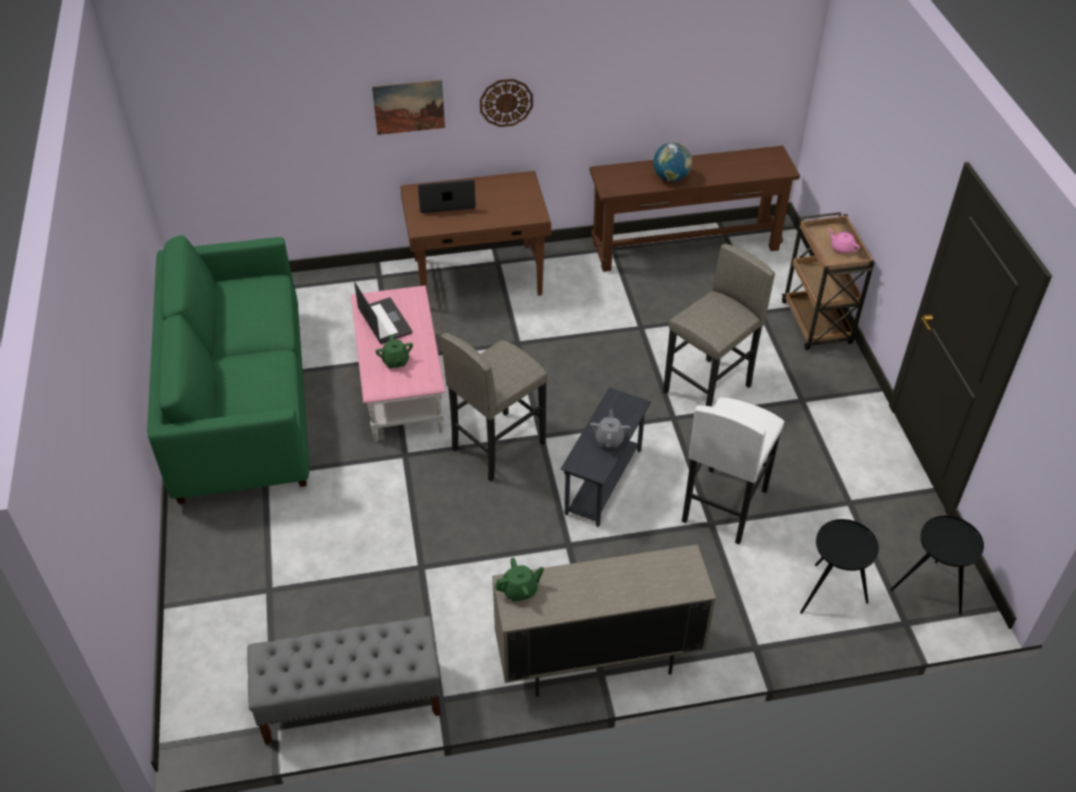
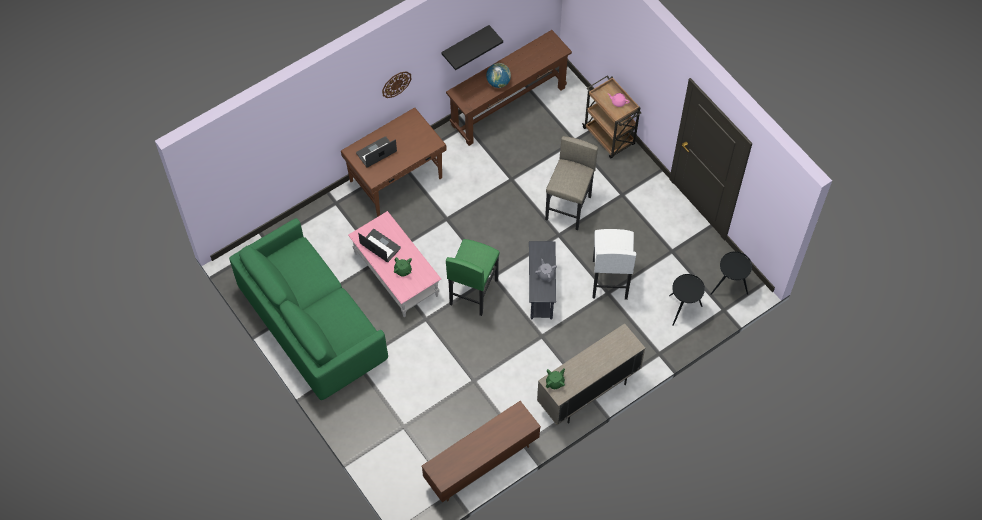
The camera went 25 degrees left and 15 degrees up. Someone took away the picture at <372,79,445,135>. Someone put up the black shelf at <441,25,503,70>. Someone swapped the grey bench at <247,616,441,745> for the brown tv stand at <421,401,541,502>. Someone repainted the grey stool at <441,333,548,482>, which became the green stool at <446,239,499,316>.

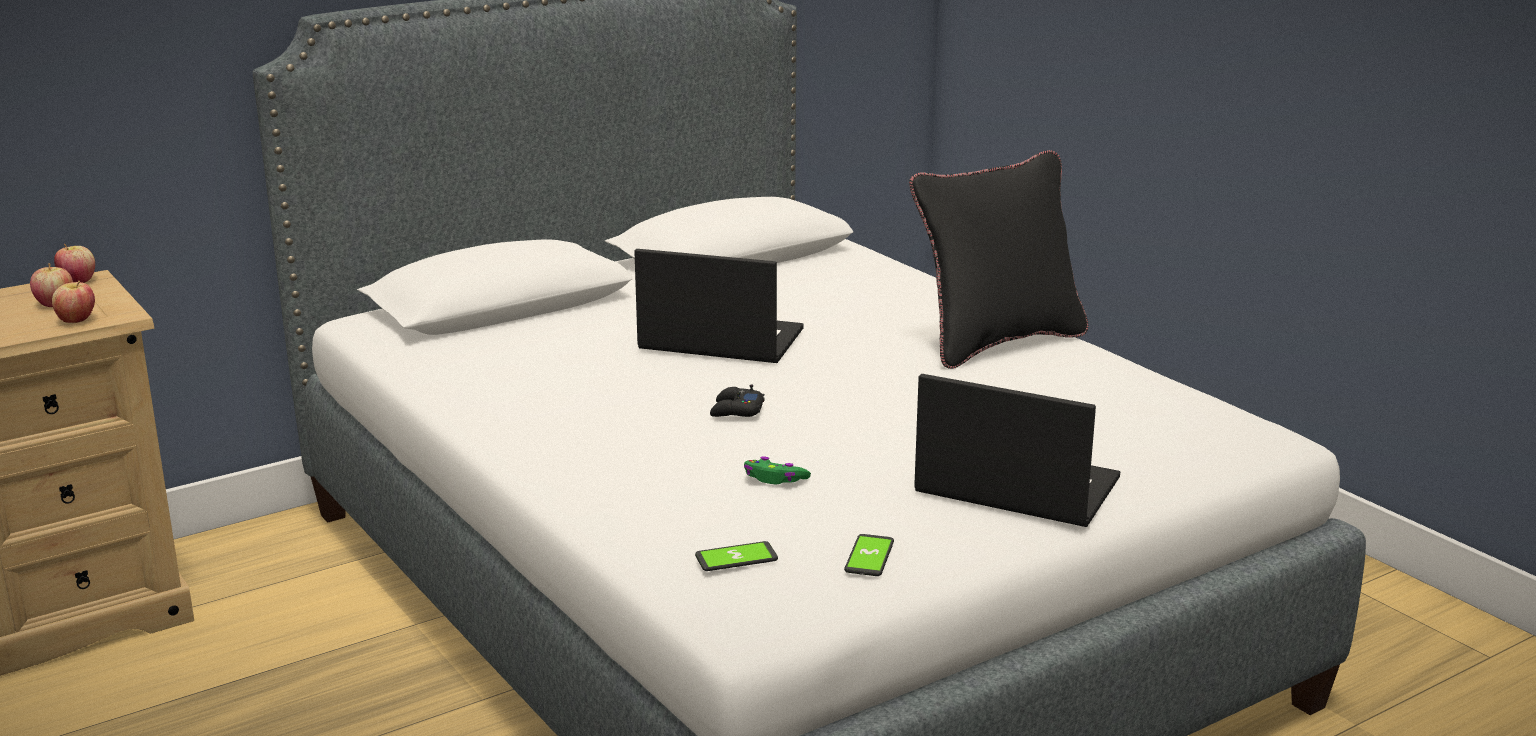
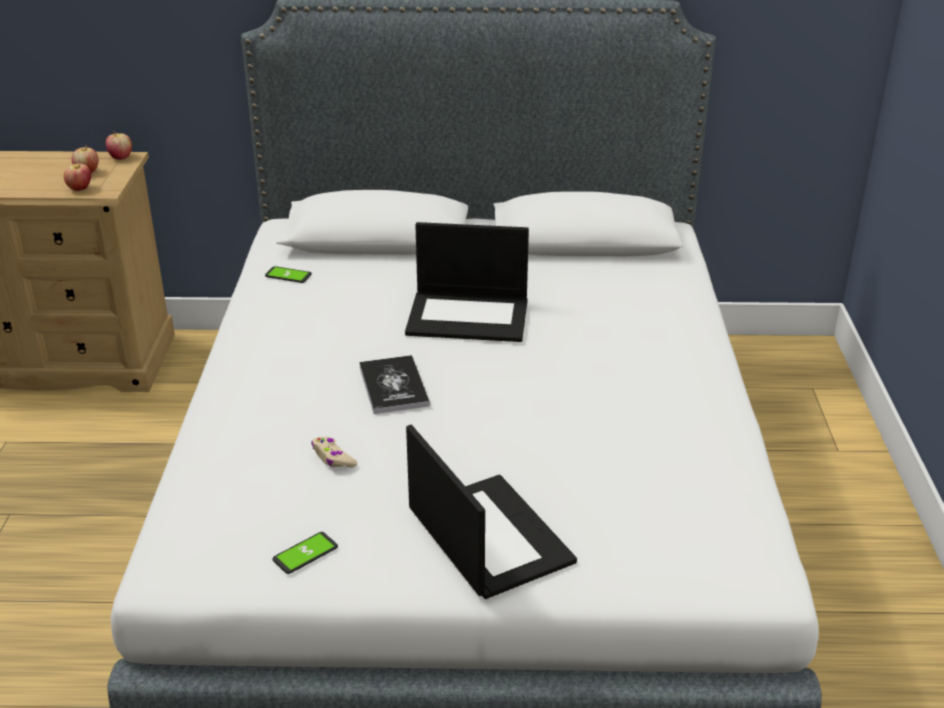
The camera went 35 degrees right and 10 degrees up. Someone took away the black pillow at <909,150,1089,369>. Someone carried the phone from <695,541,778,571> to <265,266,312,283>. Someone swapped the black game controller at <710,384,765,417> for the book at <359,355,430,414>. Someone repainted the green game controller at <744,456,811,485>, which became the beige game controller at <311,437,357,468>. Someone rotated the laptop at <634,249,804,363> by 135 degrees clockwise.

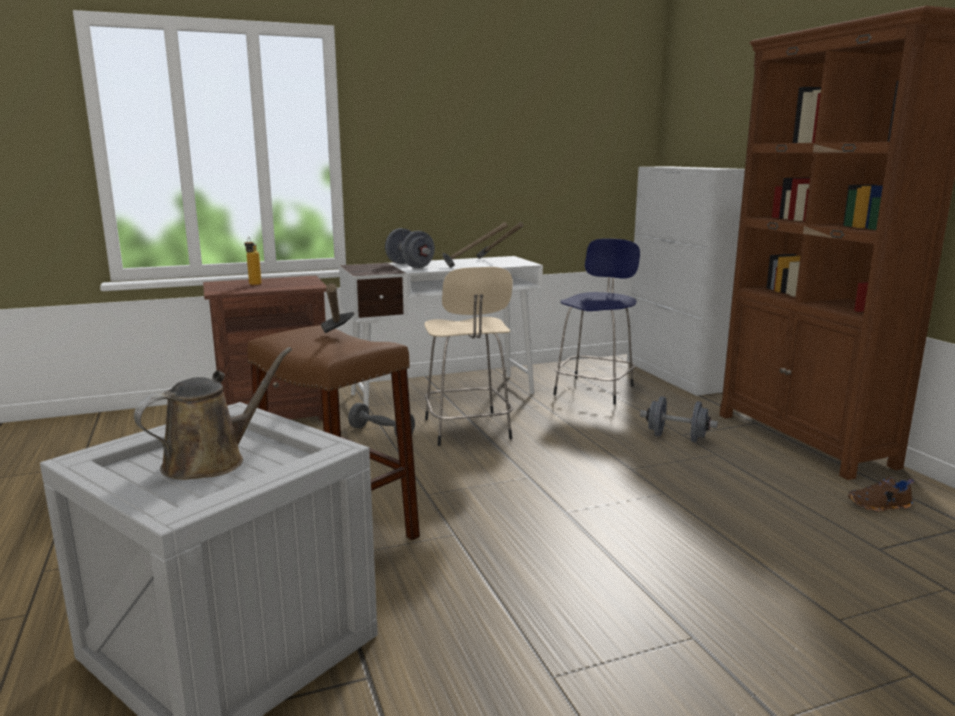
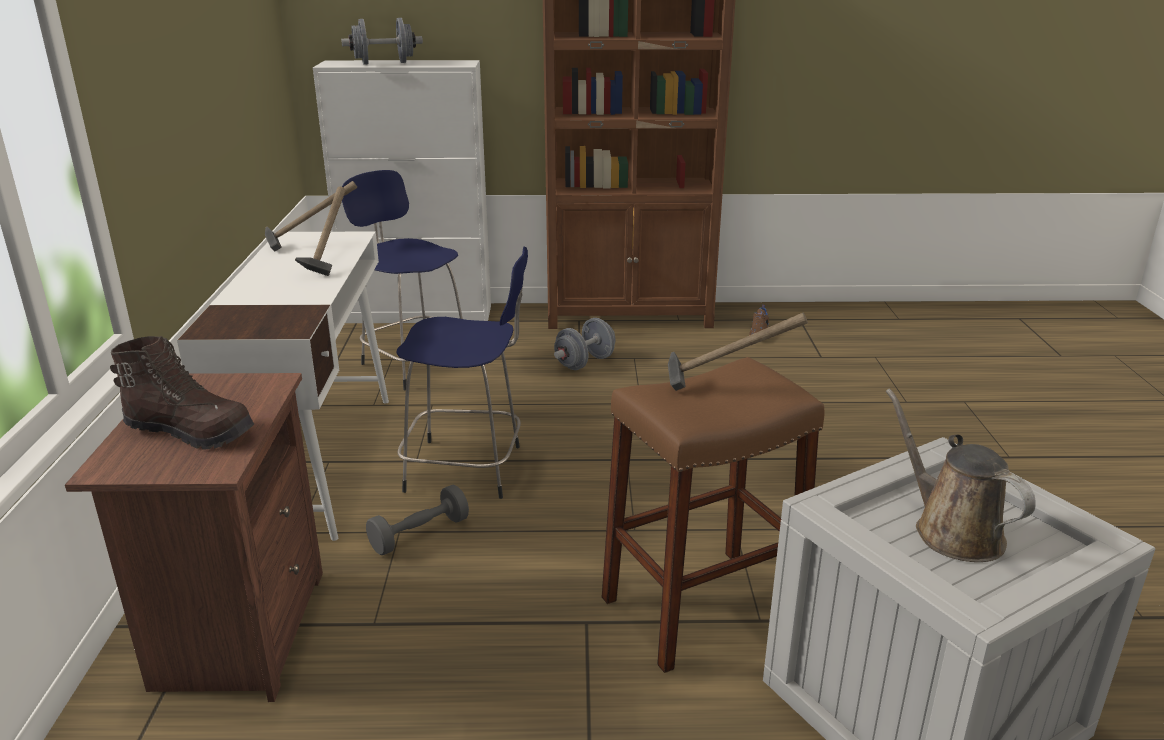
The camera went 70 degrees left and 10 degrees up. Someone carried the grey dumbbell from <385,228,435,268> to <341,18,423,65>. Someone swapped the bottle at <244,237,262,285> for the brown boot at <110,336,254,450>. Someone repainted the beige stool at <424,267,513,446>, which became the blue stool at <396,246,528,499>.

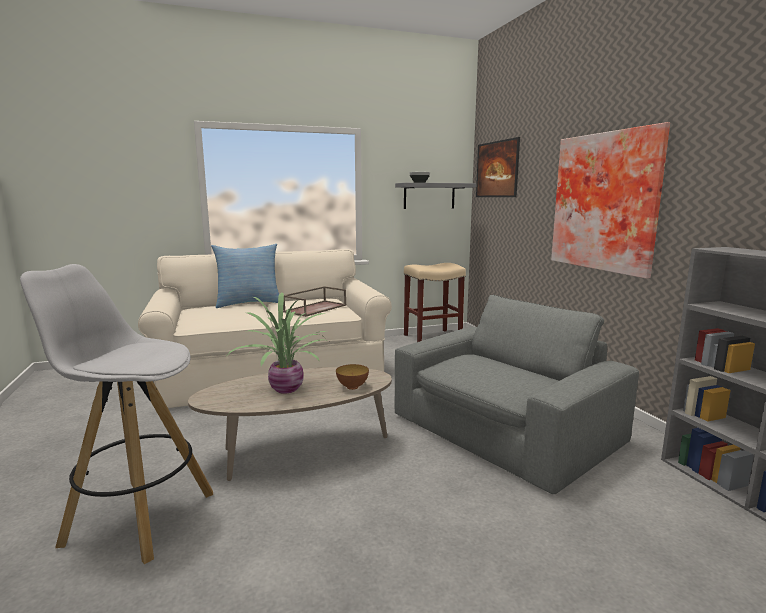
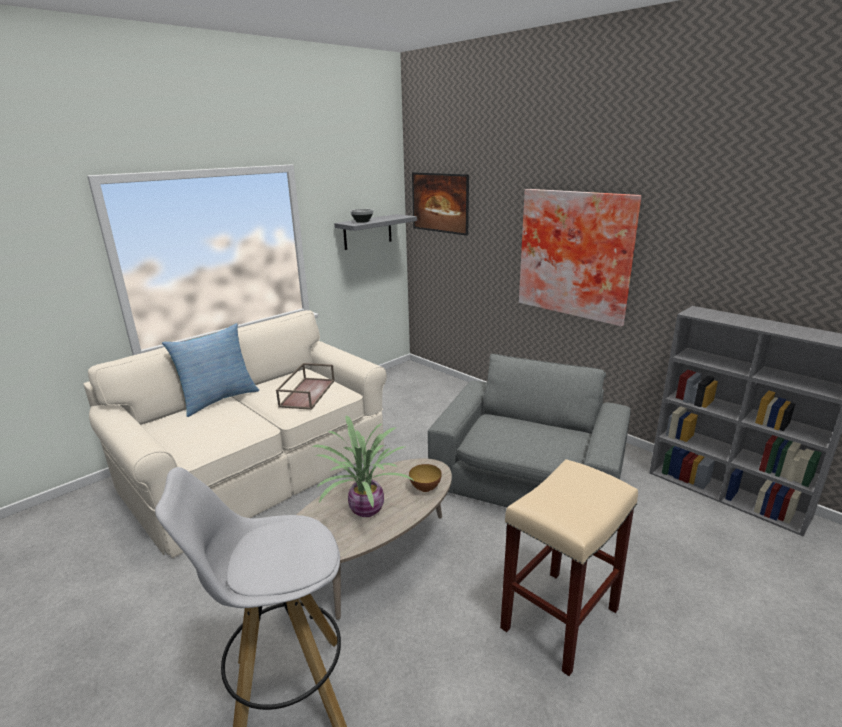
The camera went 25 degrees left and 10 degrees up. Someone carried the beige stool from <404,263,466,342> to <500,459,638,676>.

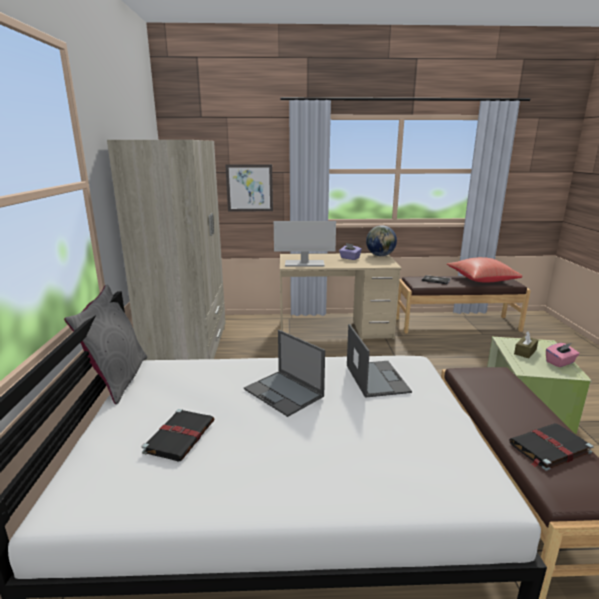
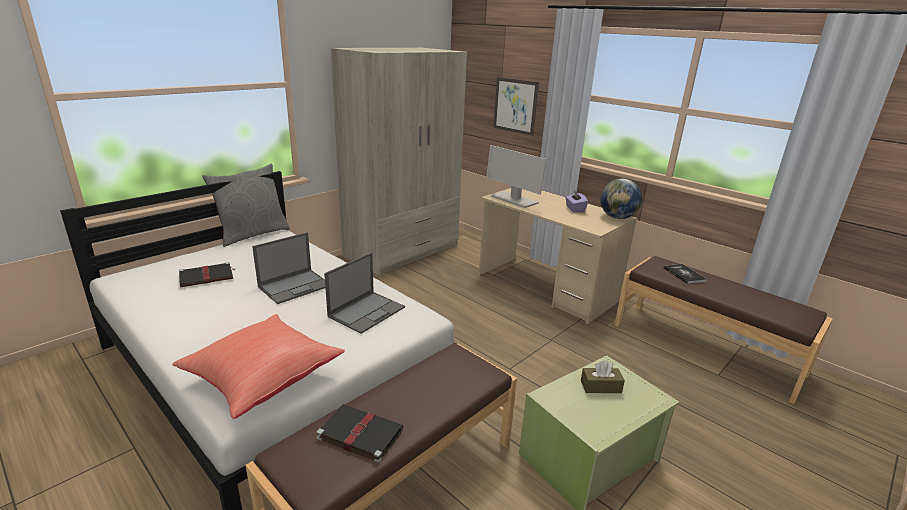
The camera went 45 degrees right and 5 degrees up. Someone took away the pink tissue box at <546,343,580,367>. Someone carried the red pillow from <447,257,523,283> to <172,314,345,419>. Someone rotated the laptop at <244,330,325,417> by 135 degrees counterclockwise.

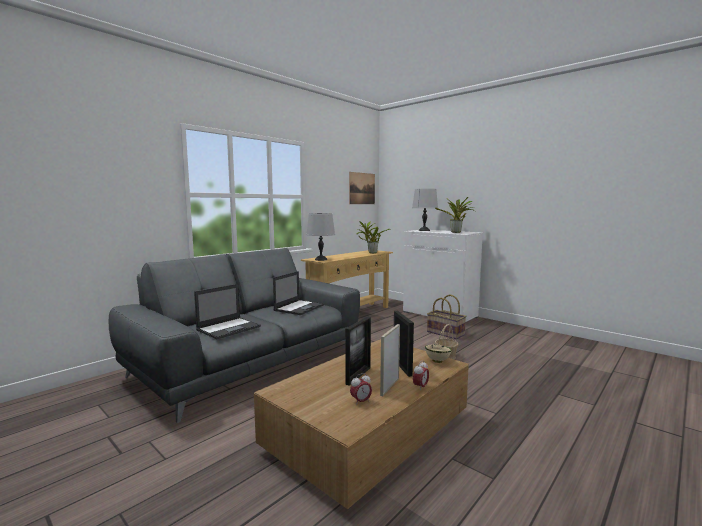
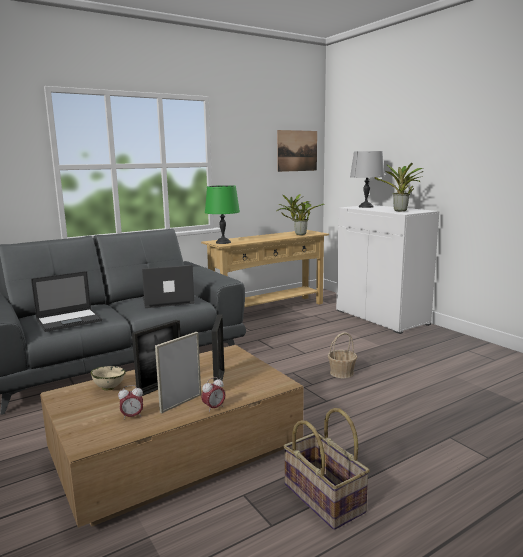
The camera went 15 degrees right and 5 degrees up. Someone carried the beige bowl from <425,344,452,363> to <91,366,126,391>. Someone carried the basket from <427,294,466,339> to <283,408,370,530>. Someone repainted the grey table lamp at <306,213,335,261>, which became the green table lamp at <205,185,240,244>. Someone rotated the laptop at <273,271,324,315> by 150 degrees counterclockwise.

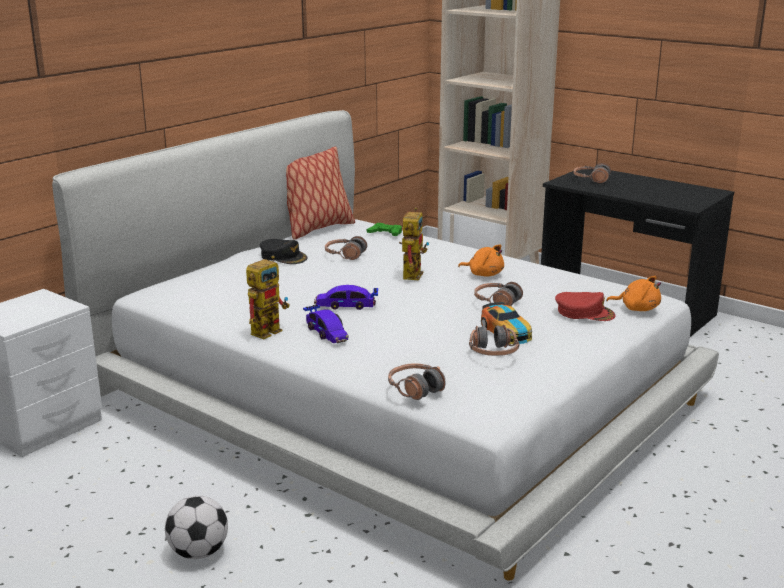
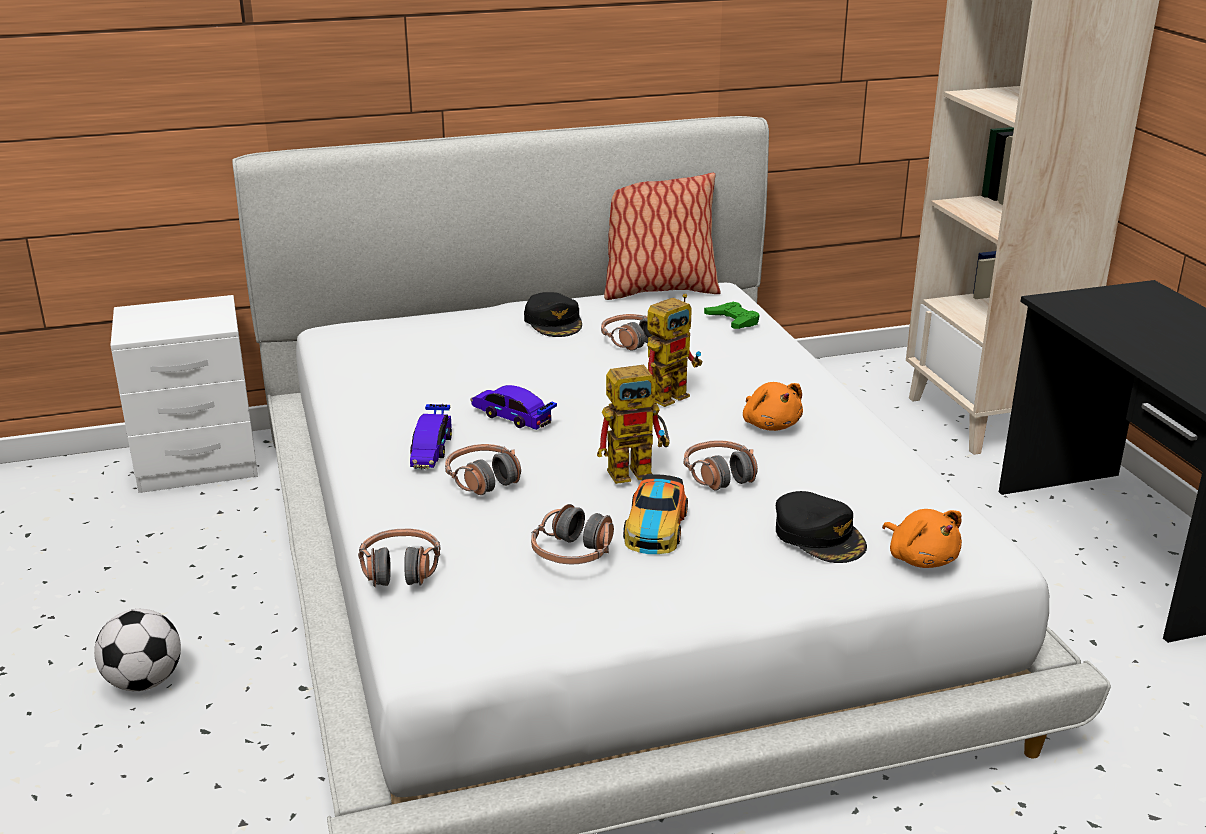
The camera went 35 degrees right and 5 degrees up. Someone carried the toy robot from <246,256,290,339> to <597,362,670,484>. Someone carried the headphones from <574,163,611,183> to <445,444,521,495>. Someone repainted the red cap at <555,292,615,321>, which became the black cap at <776,491,867,563>.

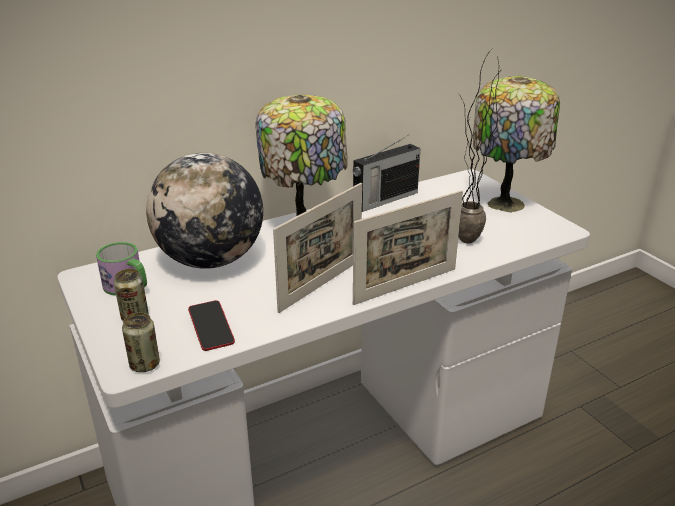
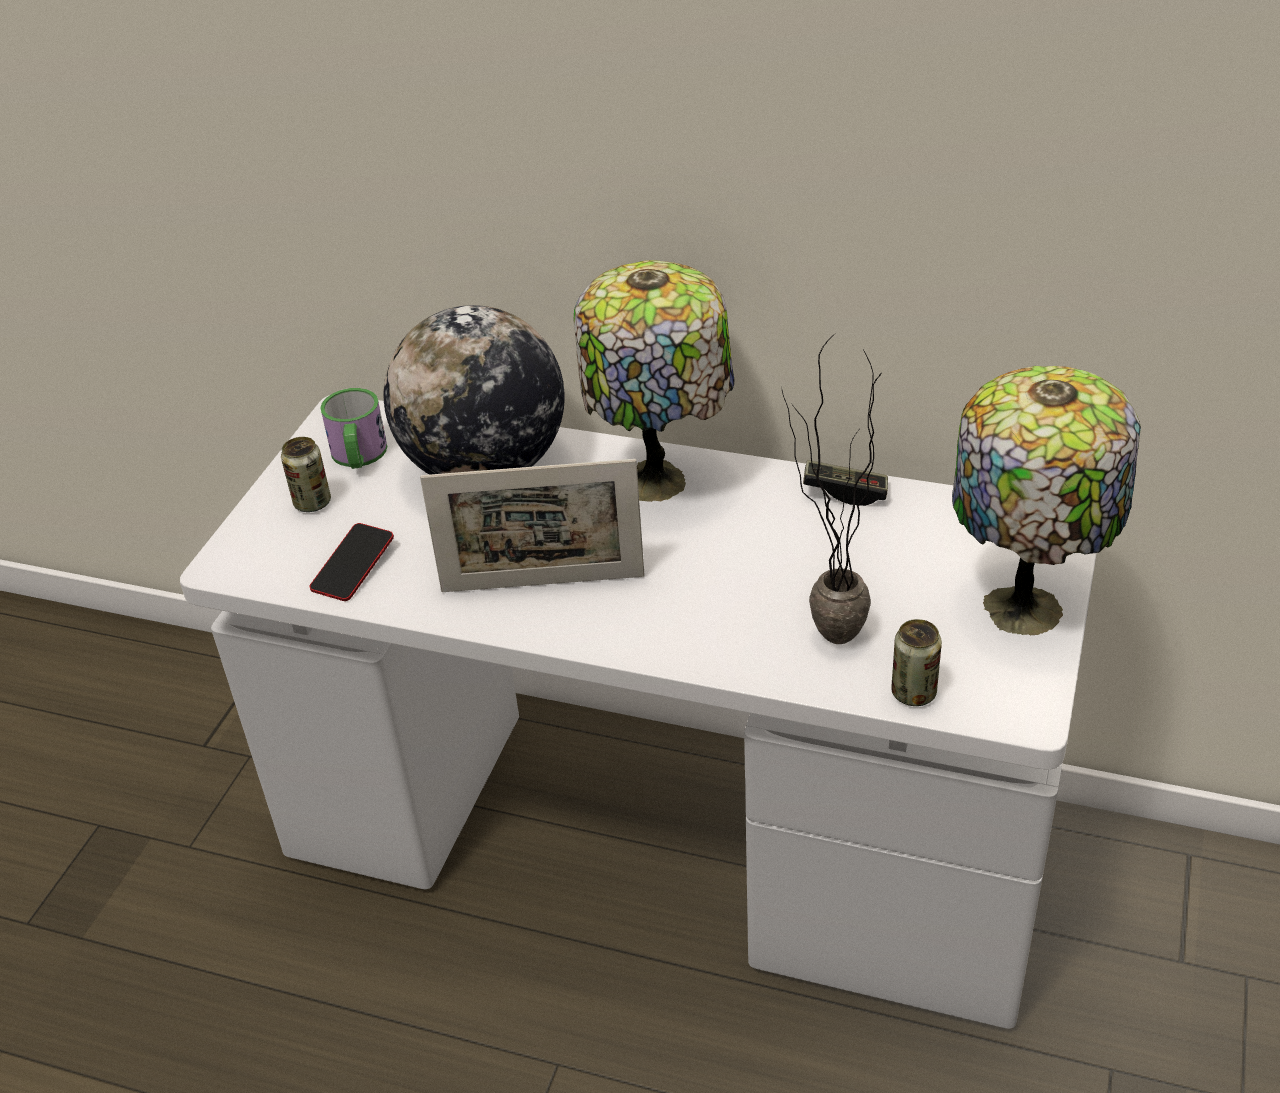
The camera went 50 degrees right and 10 degrees up. Someone took away the picture frame at <353,190,463,305>. Someone carried the can from <122,312,160,372> to <891,619,942,706>. Someone swapped the radio at <353,135,421,212> for the game controller at <803,460,888,506>.

